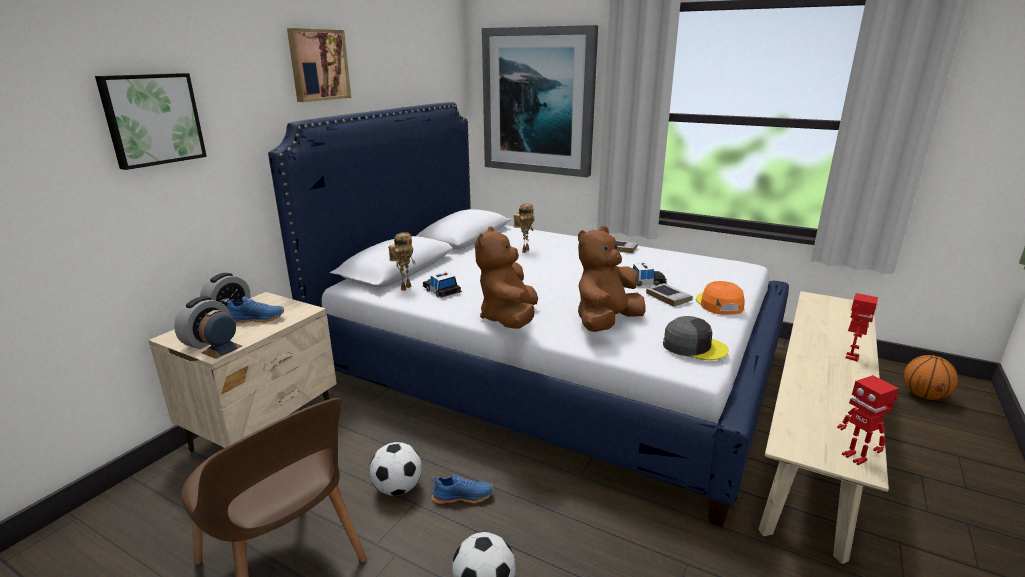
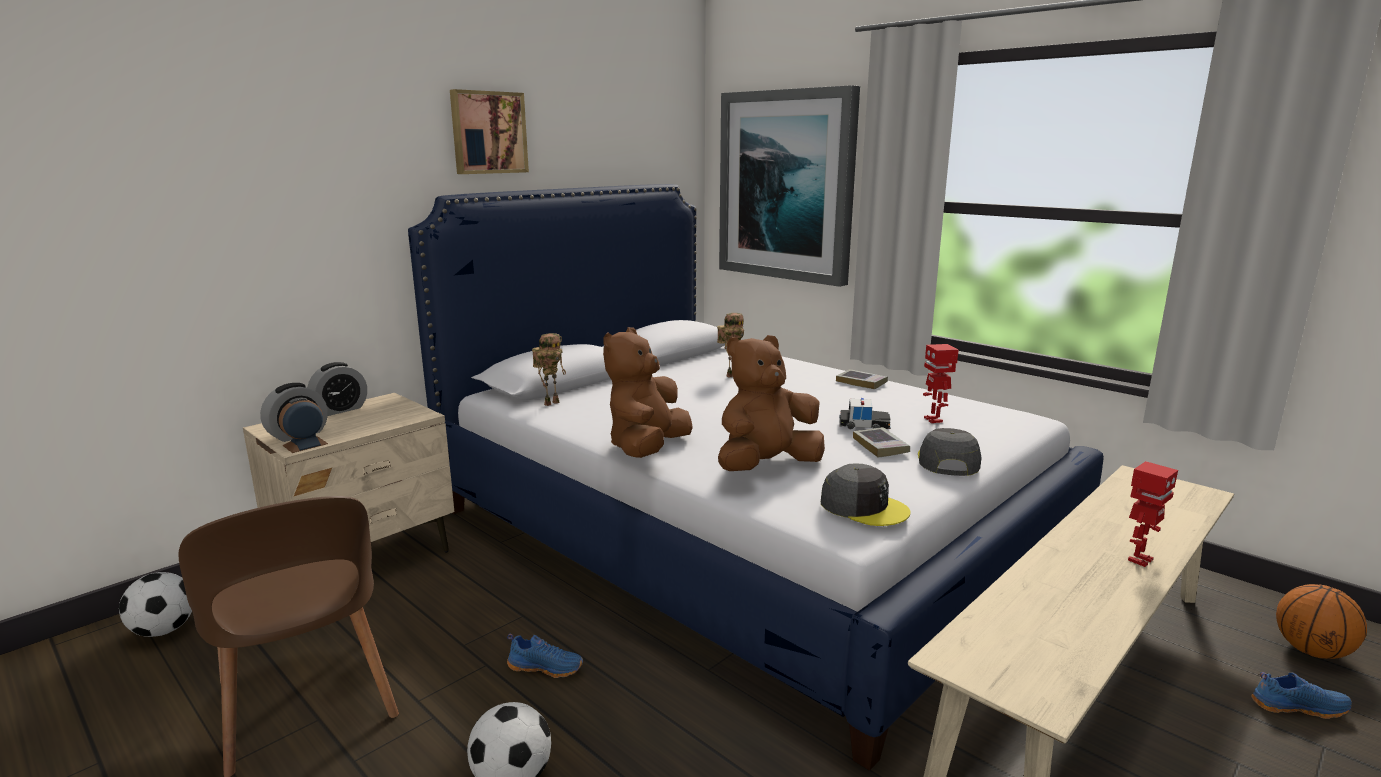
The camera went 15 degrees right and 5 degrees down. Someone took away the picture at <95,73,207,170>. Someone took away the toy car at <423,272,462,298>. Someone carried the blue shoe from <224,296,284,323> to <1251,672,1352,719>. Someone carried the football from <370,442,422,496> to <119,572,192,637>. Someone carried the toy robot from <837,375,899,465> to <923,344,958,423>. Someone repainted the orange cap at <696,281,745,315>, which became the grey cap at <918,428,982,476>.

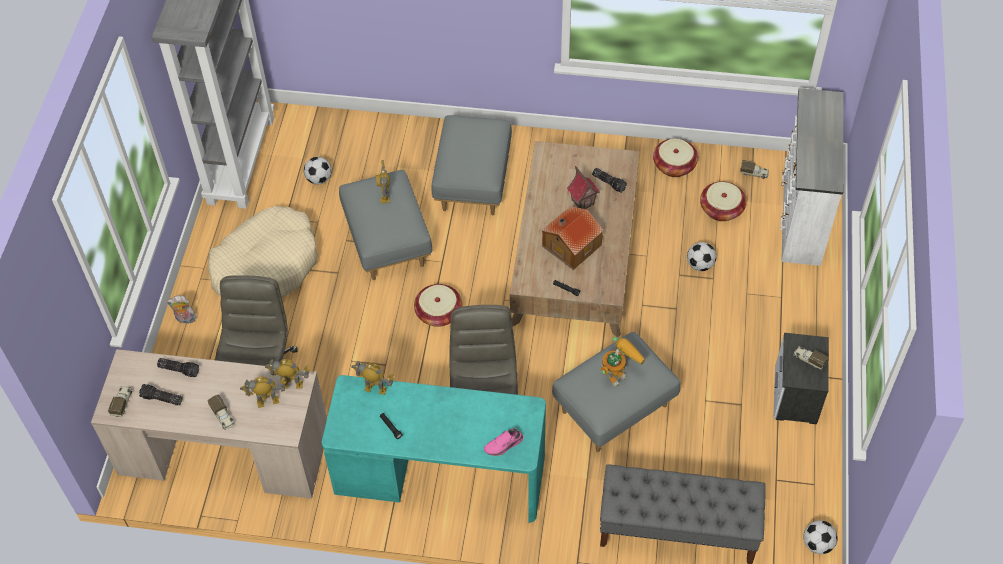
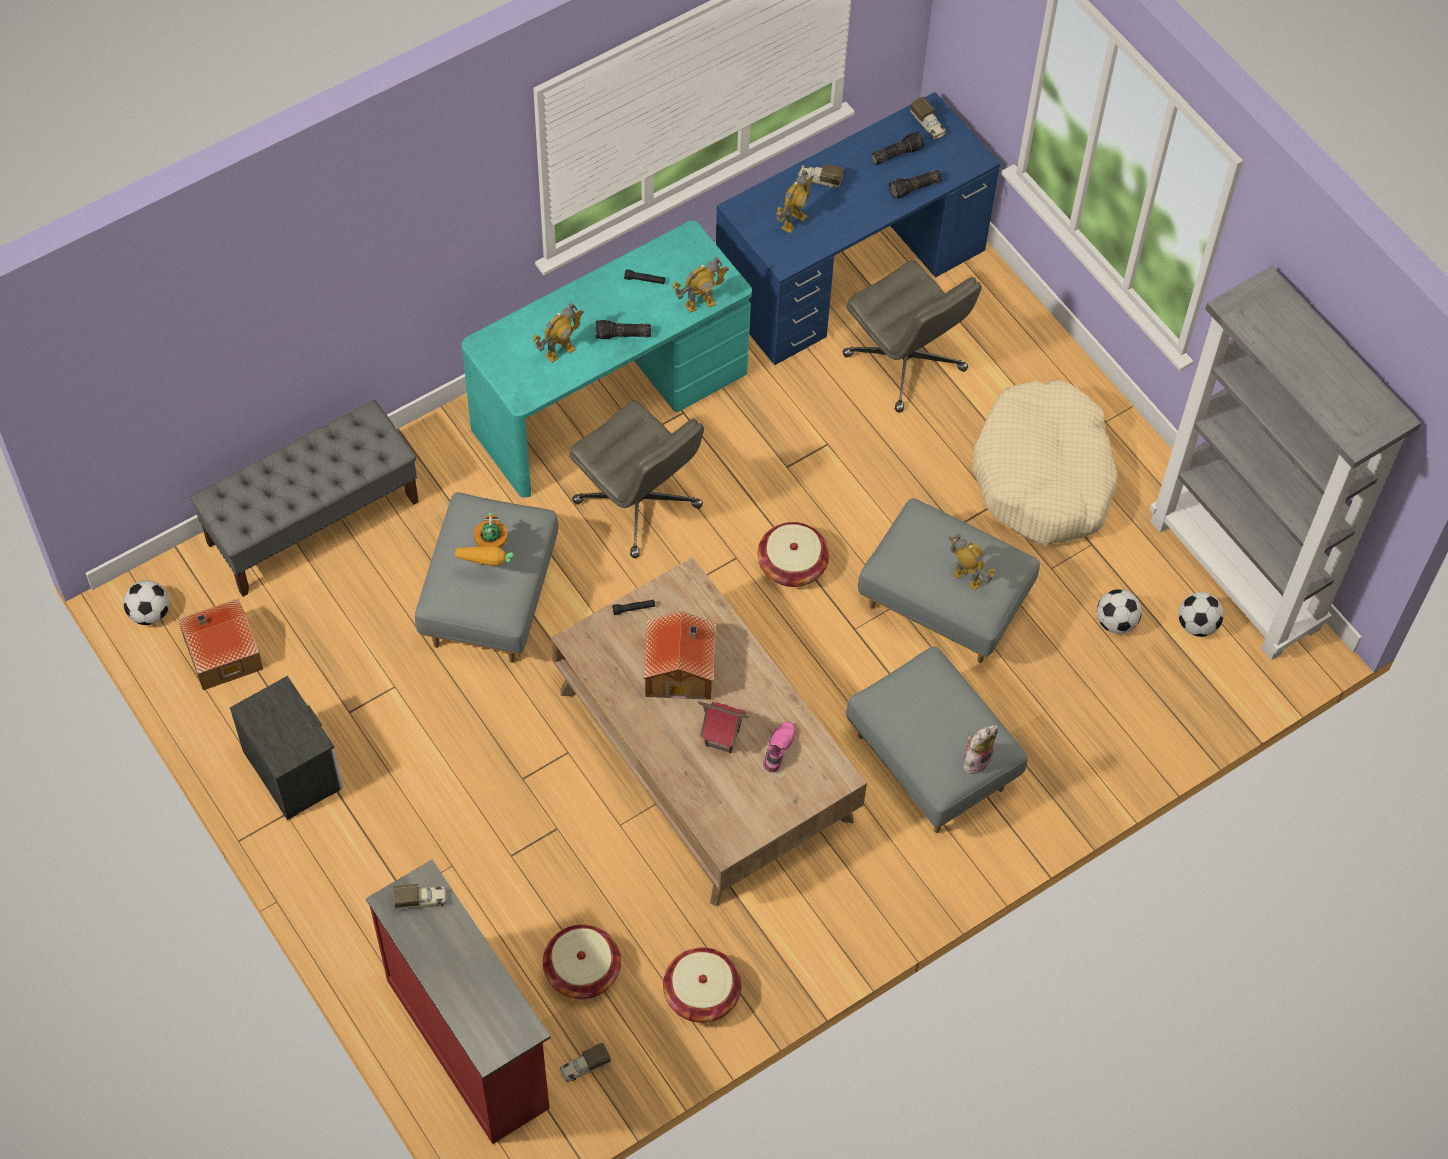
The camera went 135 degrees right and 5 degrees up. Someone put down the toy house at <178,598,263,690>. Someone carried the plush toy from <166,295,196,324> to <962,725,998,774>. Someone carried the toy robot from <265,359,310,389> to <533,302,584,363>. Someone carried the pink shoe from <484,428,524,456> to <763,721,795,773>. Someone carried the flashlight from <592,168,627,193> to <596,320,651,339>. Someone carried the football from <687,242,716,271> to <1178,592,1224,637>. Someone carried the toy truck from <793,346,828,370> to <393,884,448,909>. Someone repainted the beige desk at <91,349,327,499>, which became the blue desk at <716,92,1000,365>. Someone repainted the white dresser at <780,88,843,266>, which became the red dresser at <366,860,551,1144>.

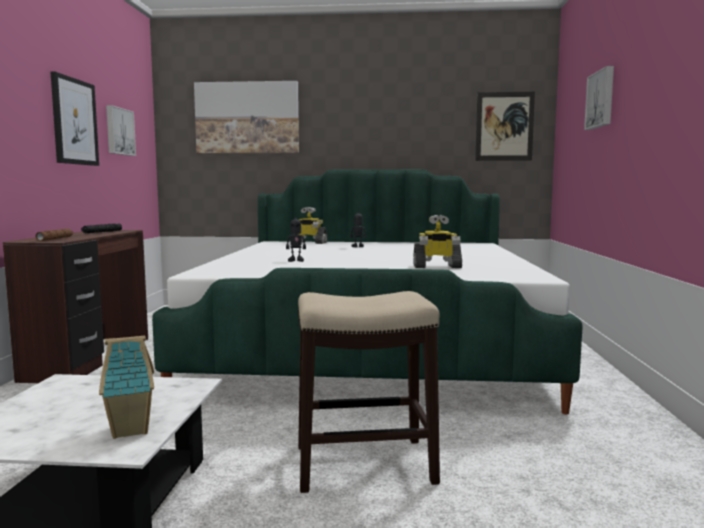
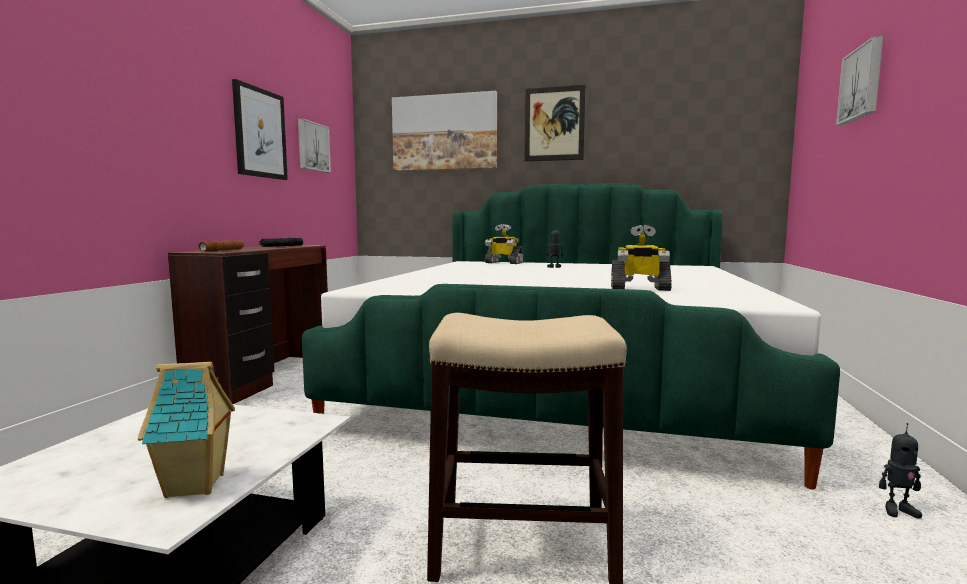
The camera went 10 degrees right and 0 degrees up. Someone carried the toy robot from <286,213,306,262> to <879,423,922,519>. Someone carried the picture from <475,92,535,161> to <525,85,585,161>.

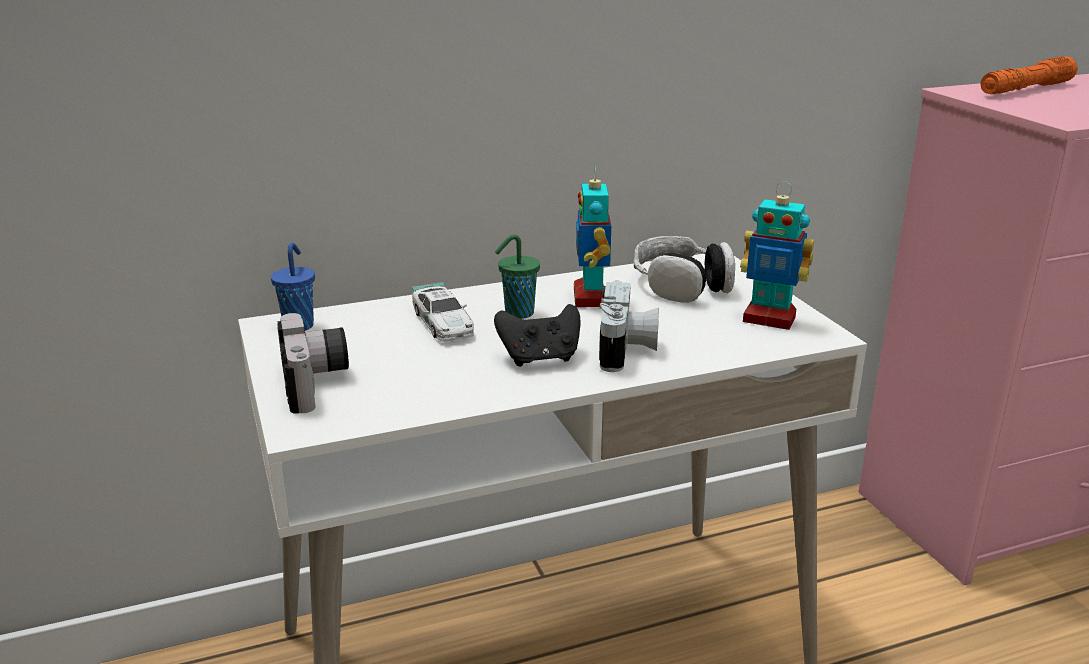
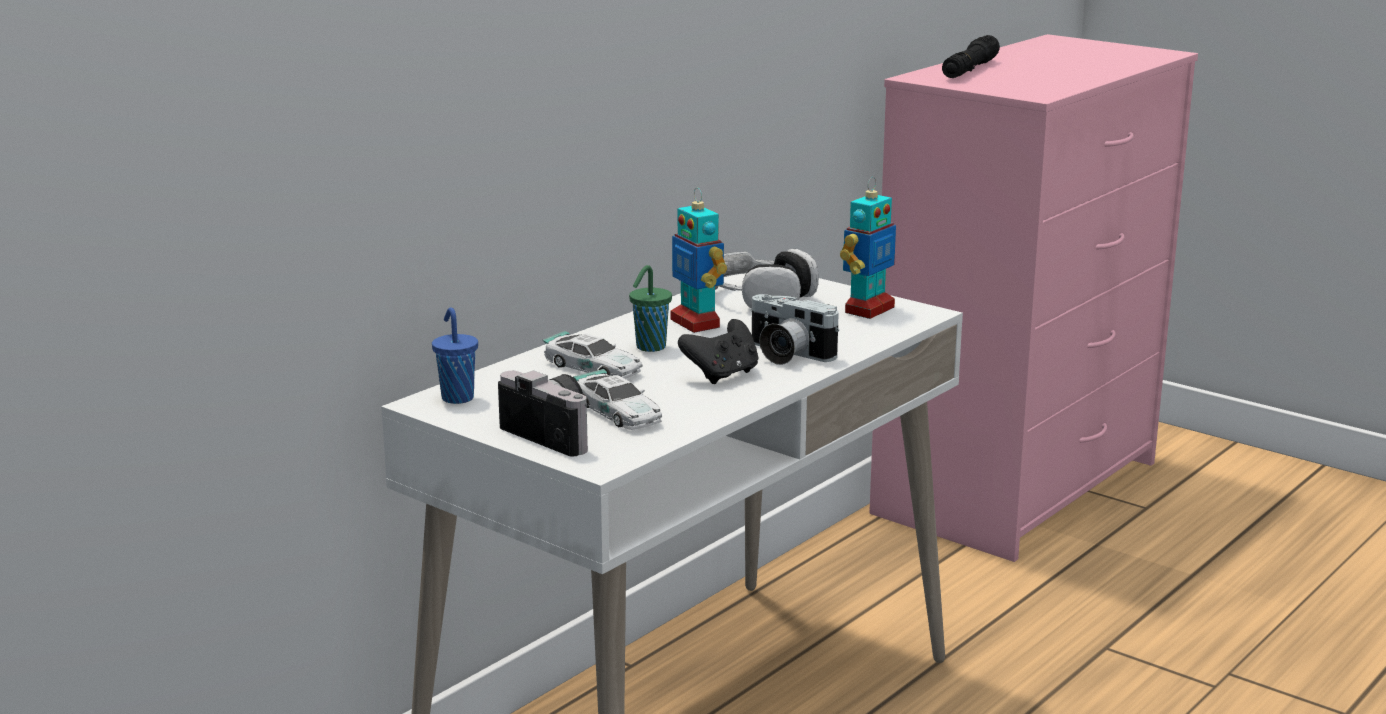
The camera went 30 degrees left and 5 degrees down. Someone put down the toy car at <573,369,662,430>. Someone repainted the orange flashlight at <980,56,1078,94>, which became the black flashlight at <942,35,1000,78>. Someone rotated the photo camera at <599,281,659,372> by 150 degrees clockwise. Someone rotated the toy robot at <740,181,814,330> by 45 degrees counterclockwise.

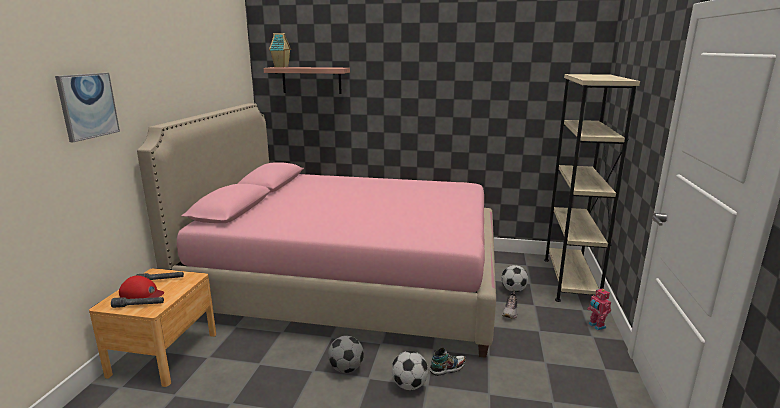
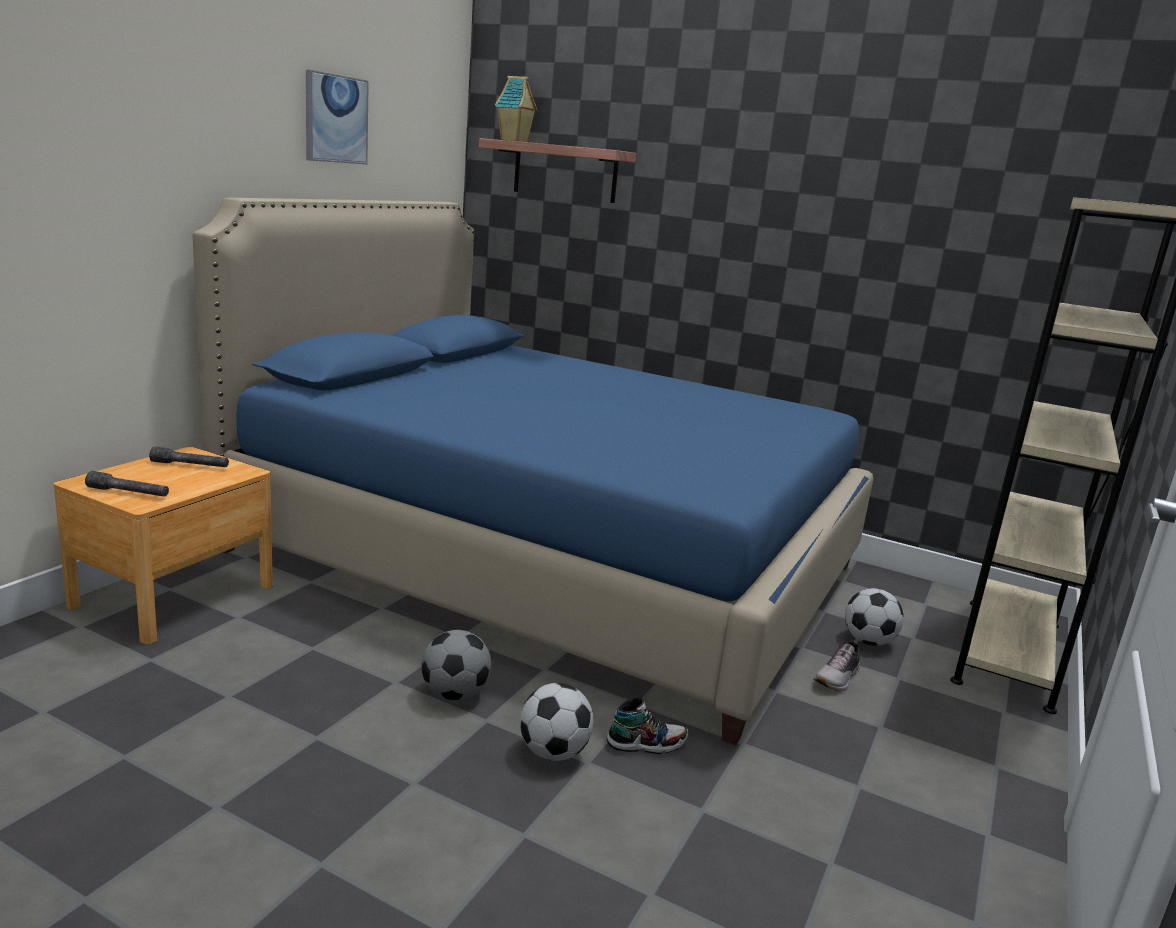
The camera went 15 degrees right and 0 degrees up. Someone took away the red cap at <119,276,164,299>. Someone took away the toy robot at <587,289,611,331>. Someone carried the picture from <55,73,120,142> to <306,69,369,164>. Someone repainted the pink bed at <137,103,496,358>, which became the blue bed at <193,198,873,745>.

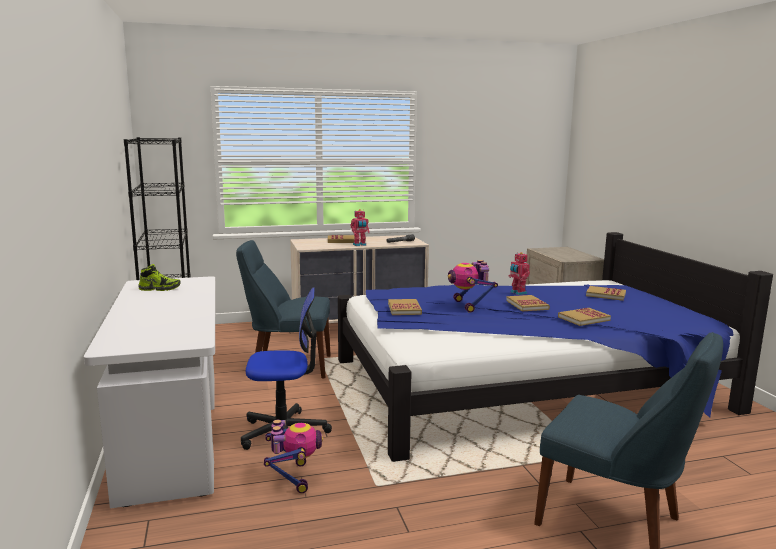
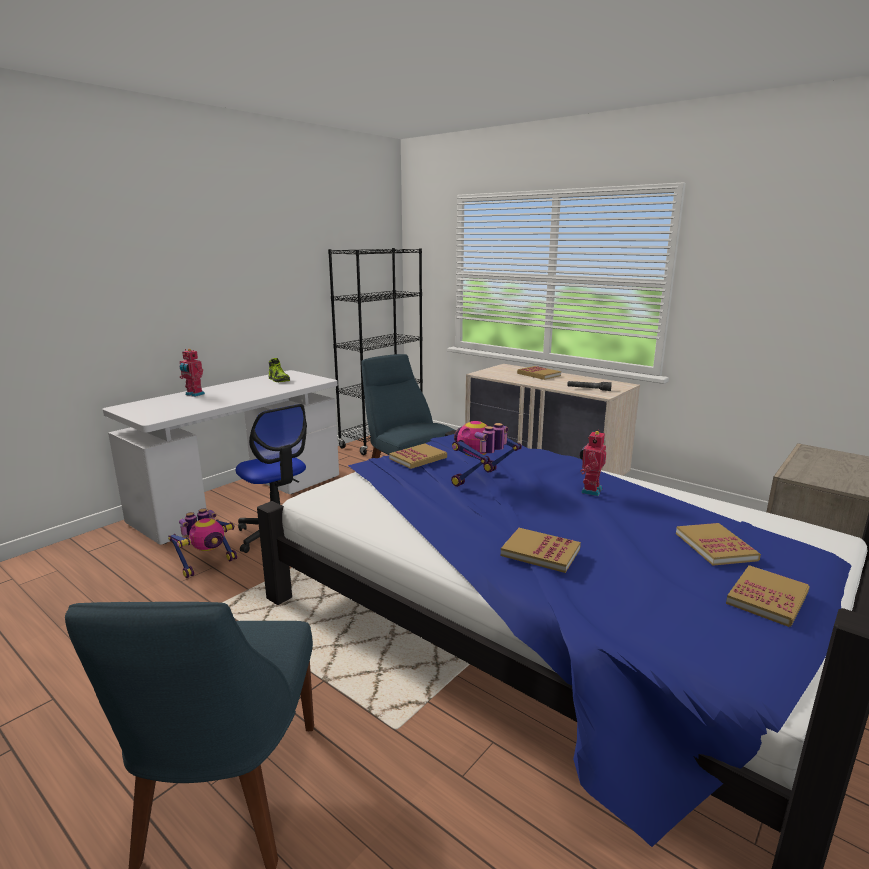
The camera went 55 degrees right and 5 degrees up. Someone carried the toy robot from <350,209,369,246> to <180,349,205,397>. Someone carried the book from <506,295,550,311> to <726,565,810,627>.

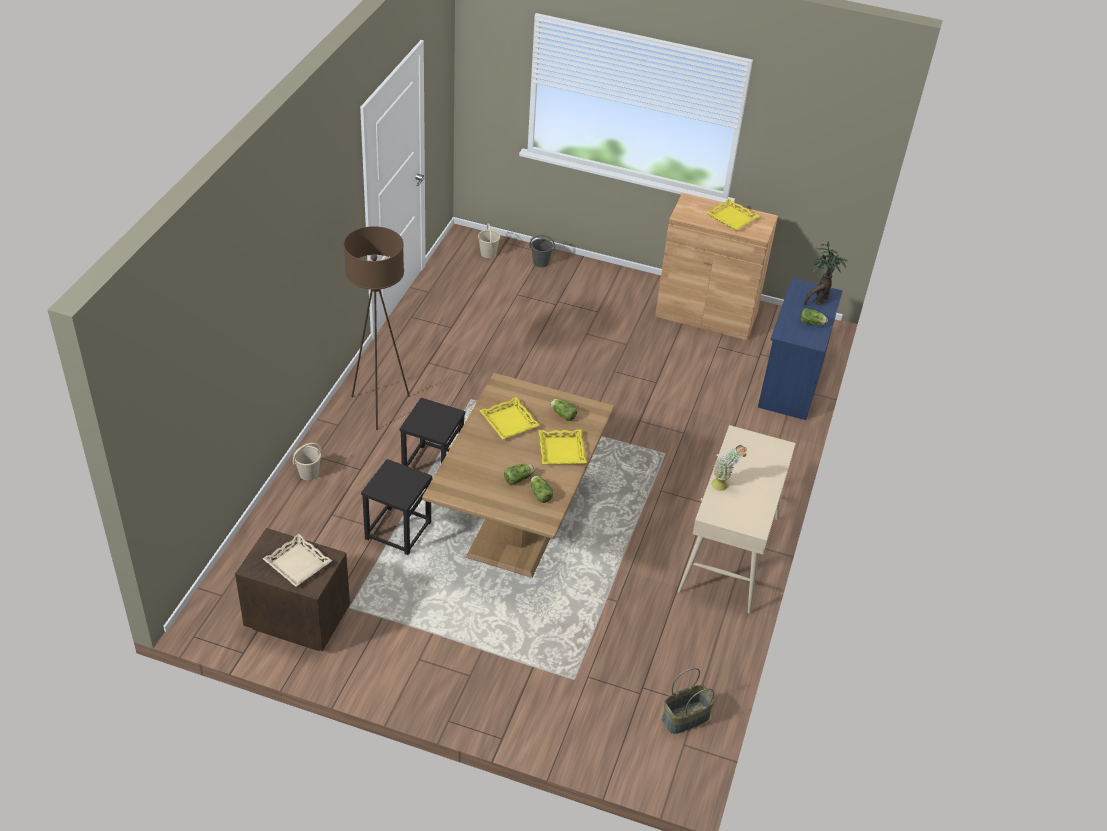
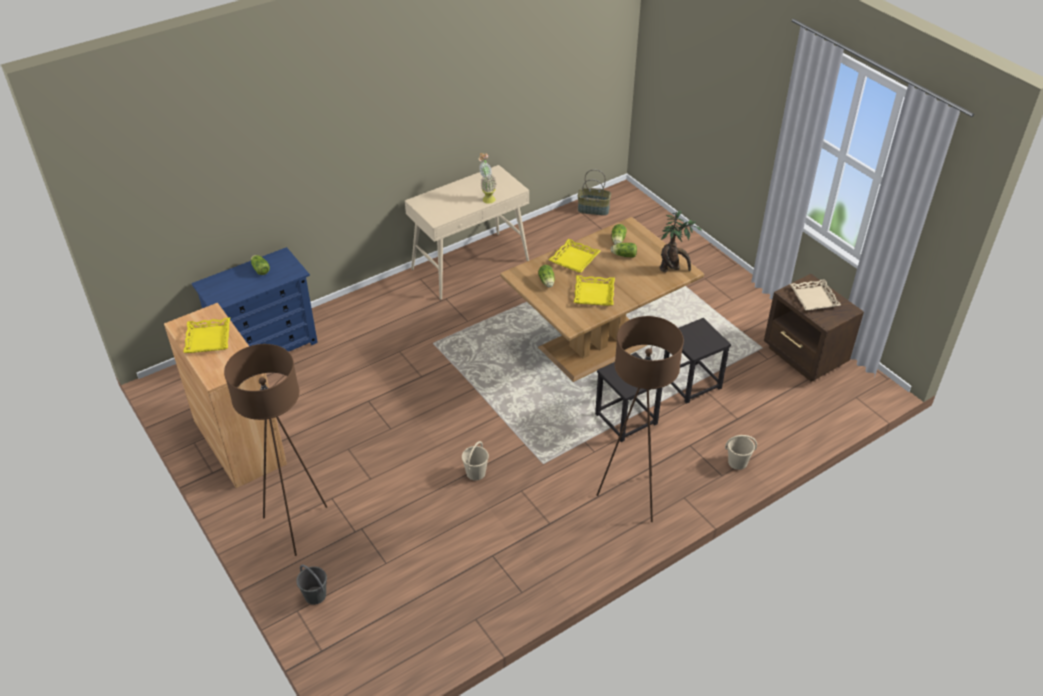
The camera went 140 degrees left and 0 degrees up. Someone put down the brown floor lamp at <224,344,327,556>. Someone carried the beige bucket from <478,223,500,258> to <462,441,489,481>. Someone carried the potted plant from <804,241,848,306> to <659,210,702,272>.

